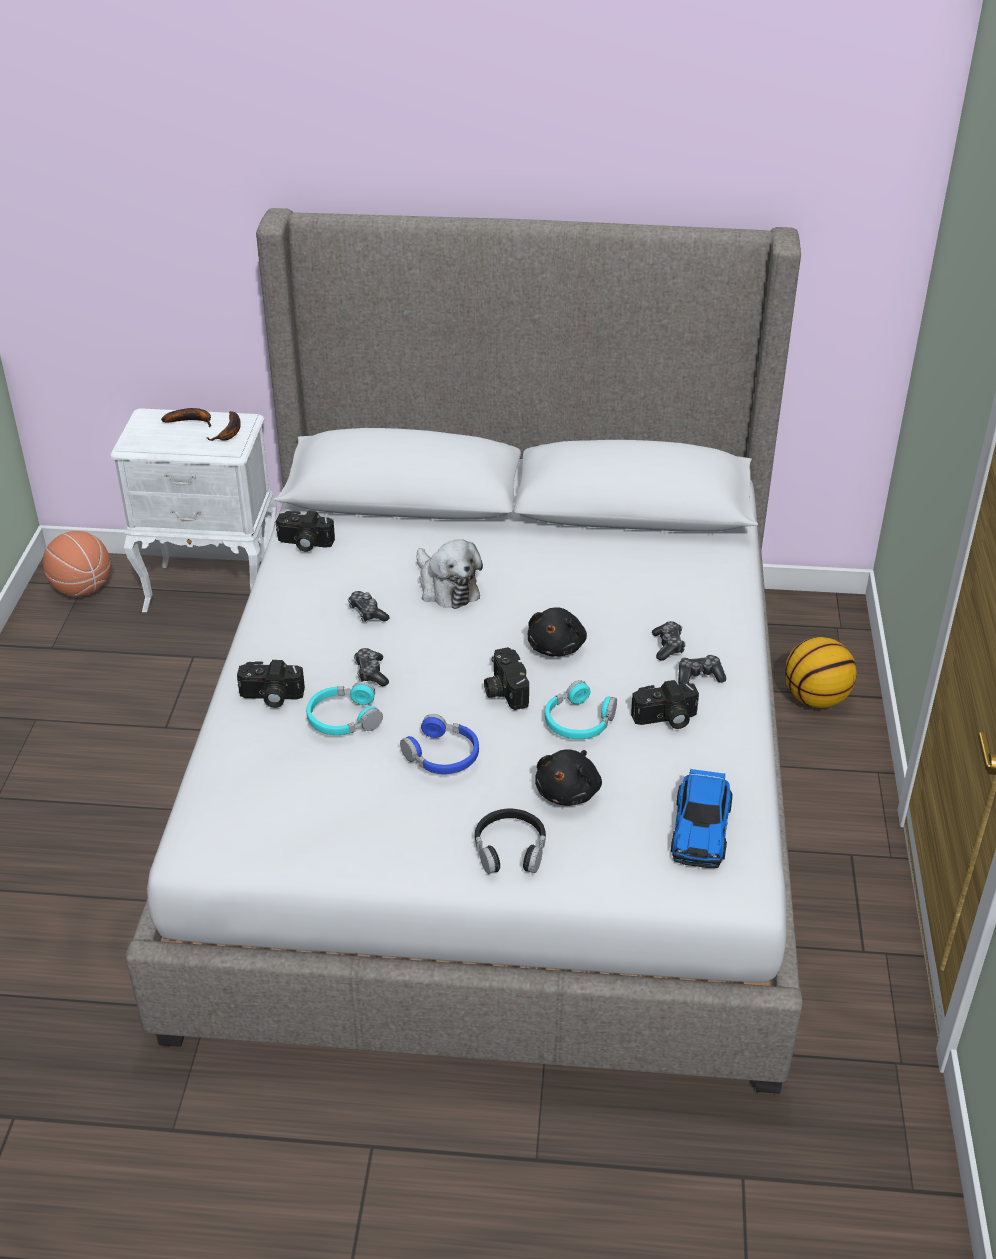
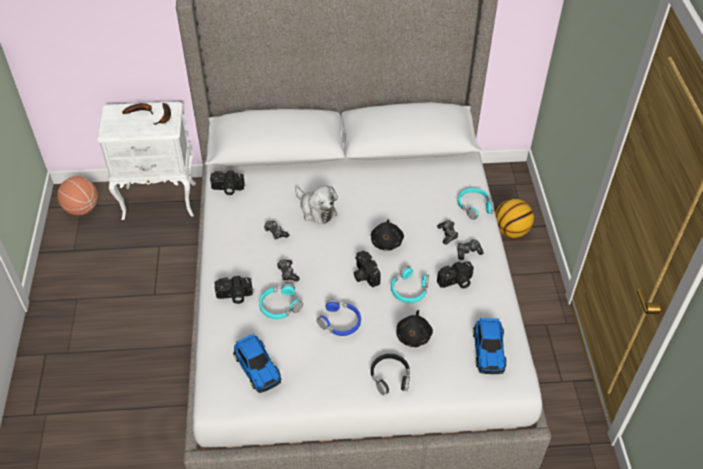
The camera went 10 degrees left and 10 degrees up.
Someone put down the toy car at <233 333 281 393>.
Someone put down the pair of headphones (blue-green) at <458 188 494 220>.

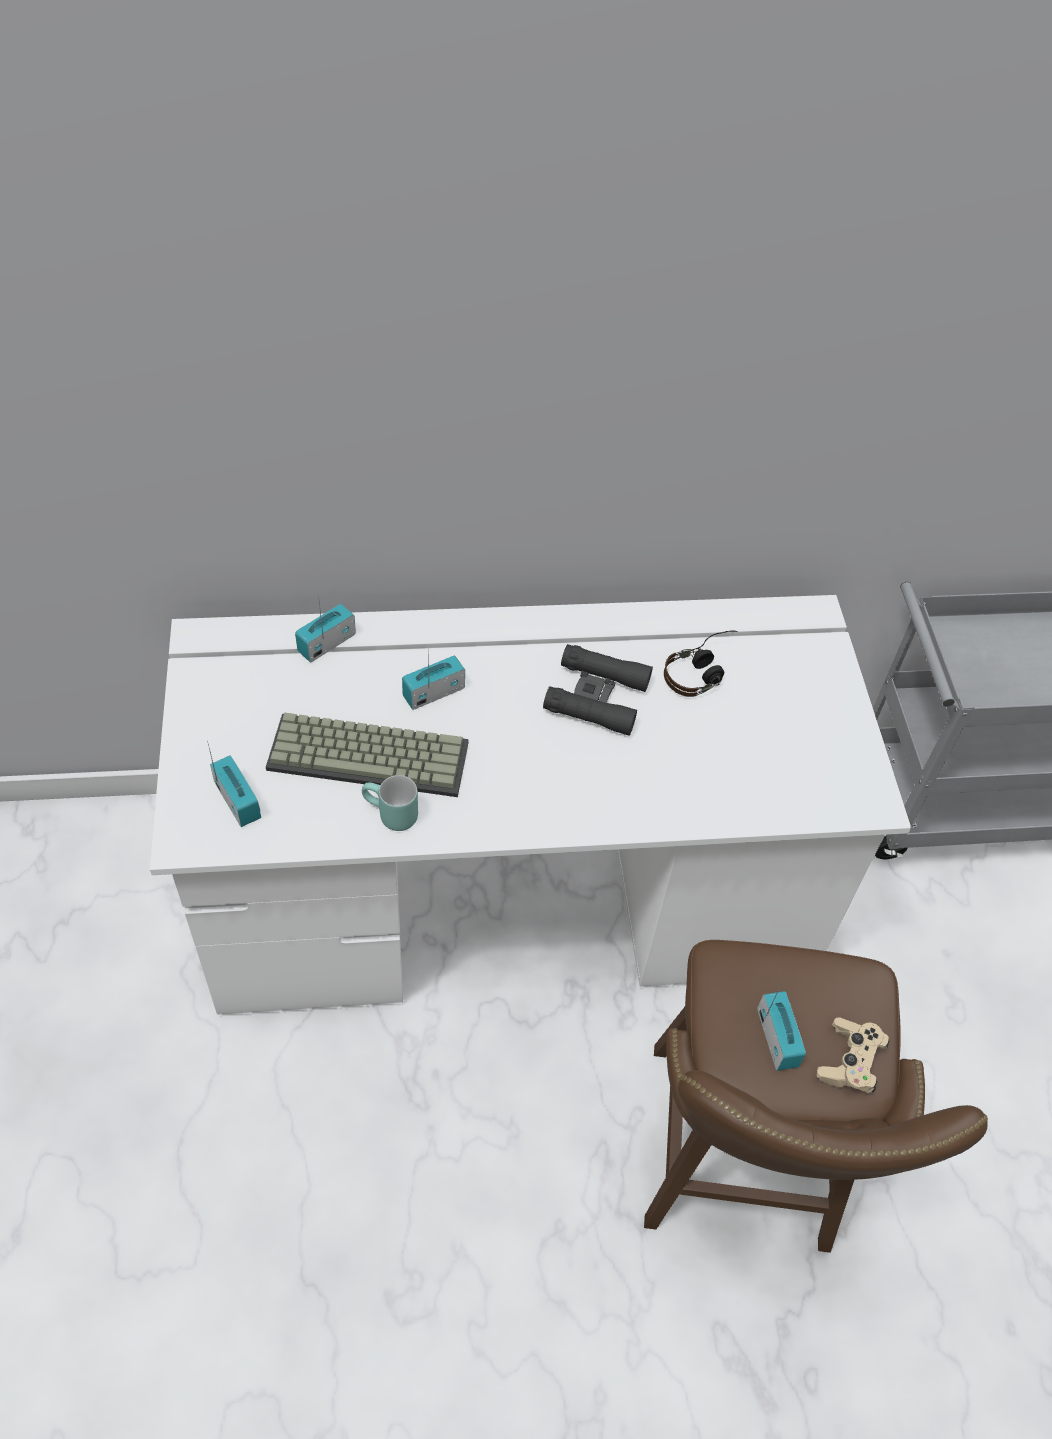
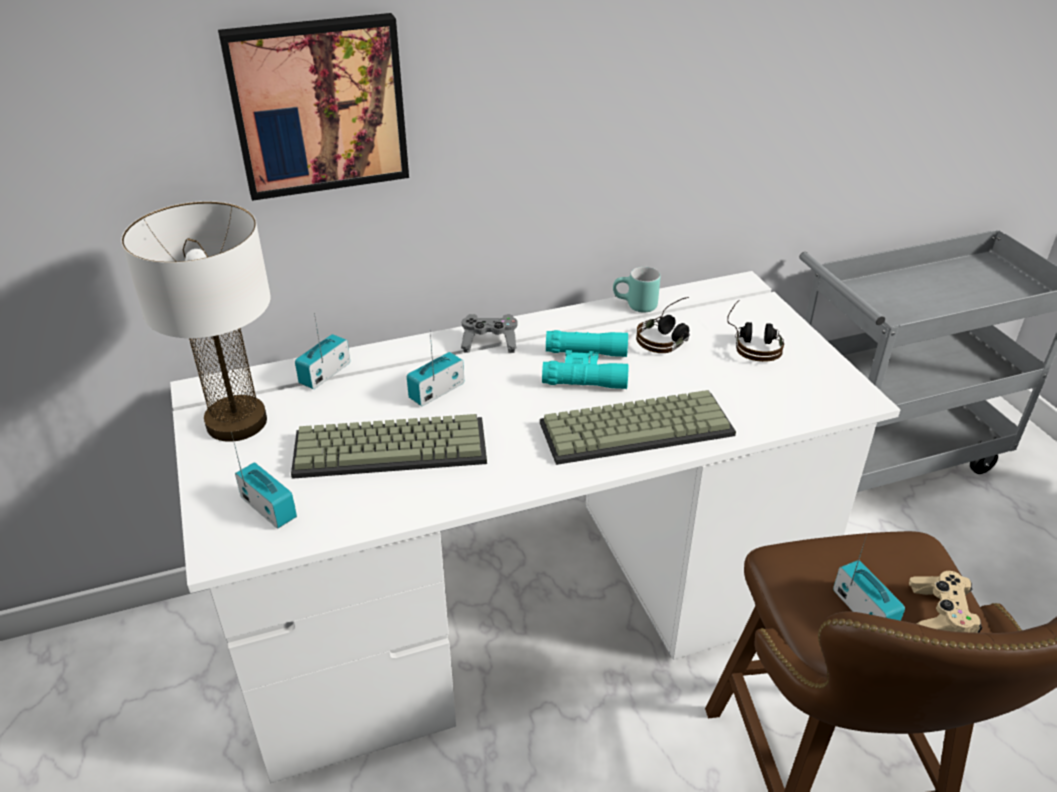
The camera went 10 degrees left and 15 degrees down.
Someone put down the tabletop lamp at <121 201 271 442>.
Someone put up the wall picture at <218 13 409 201>.
Someone put down the joypad (greyish) at <461 314 518 353>.
Someone put down the PC keyboard at <540 390 736 465>.
Someone put down the pair of headphones at <727 300 784 362>.
Someone carried the tea mug (blue-green) from <362 775 418 831> to <613 267 660 313>.
Someone repainted the binoculars (black) at <543 644 653 736>, which became the binoculars (blue-green) at <542 330 628 389>.

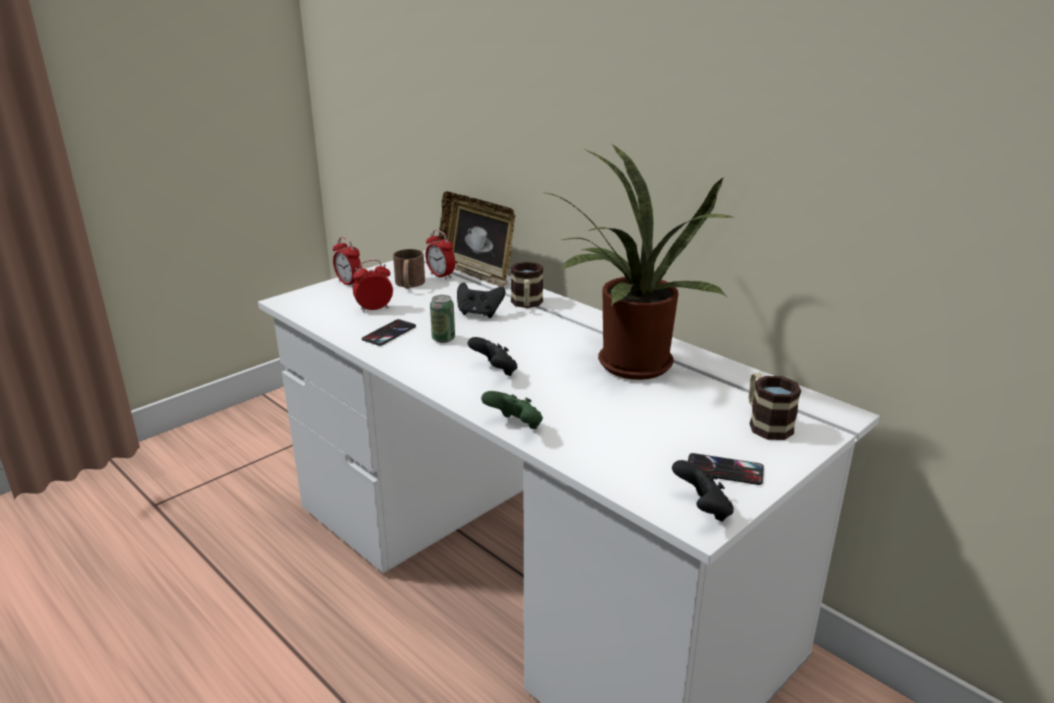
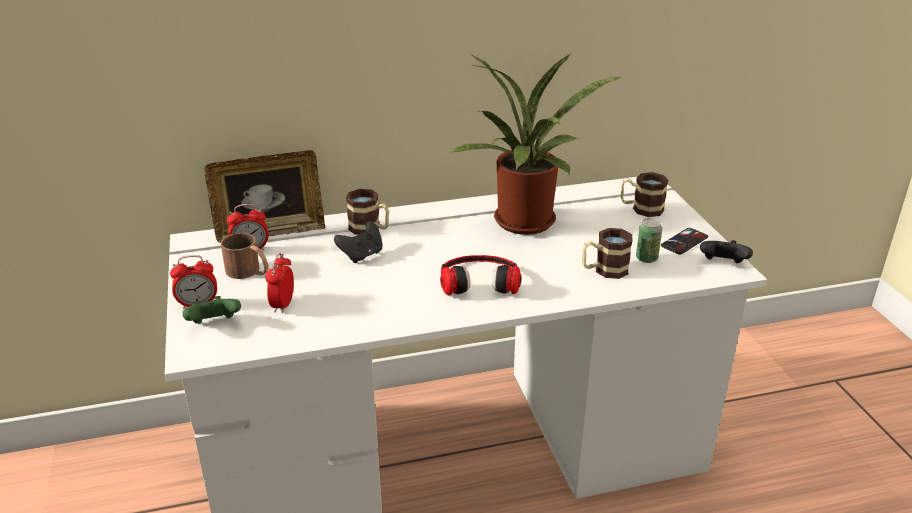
The camera went 60 degrees left and 5 degrees up.
Someone took away the handset at <362 319 416 346>.
Someone put down the tea mug at <583 228 632 279>.
Someone carried the metal can from <430 295 455 343> to <636 218 662 263>.
Someone carried the joypad (green) from <481 391 543 429> to <182 296 241 324>.
Someone swapped the joypad (black) at <468 337 517 376> for the pair of headphones at <440 255 521 295>.

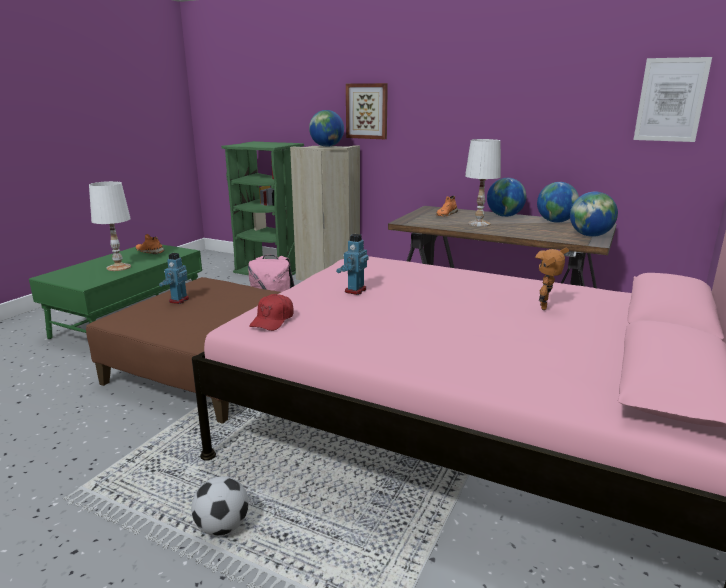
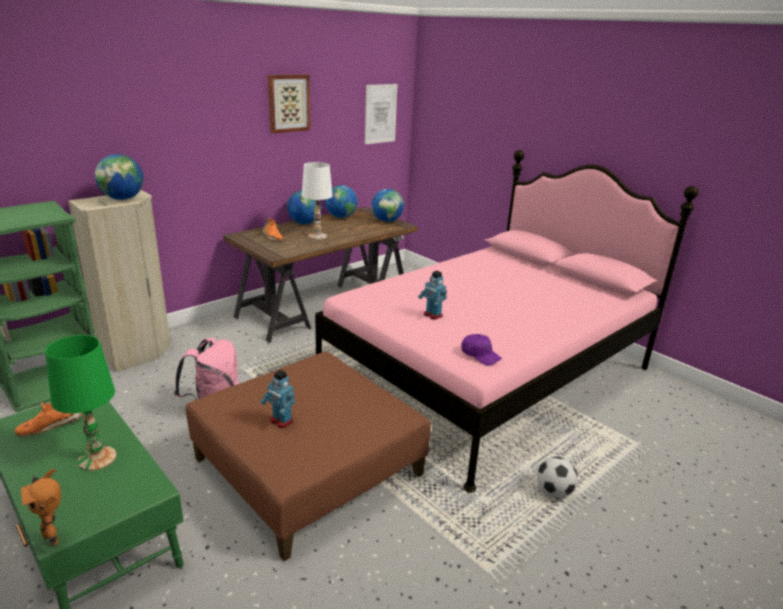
The camera went 70 degrees left and 5 degrees up.
Someone carried the wall picture from <346 83 388 139> to <268 74 311 133>.
Someone carried the model robot from <535 248 569 310> to <20 469 61 546>.
Someone repainted the tabletop lamp (white) at <89 181 131 271>, which became the tabletop lamp (green) at <45 335 117 471>.
Someone repainted the peaked cap (reddish) at <249 294 294 331>, which became the peaked cap (purplish) at <461 334 502 365>.

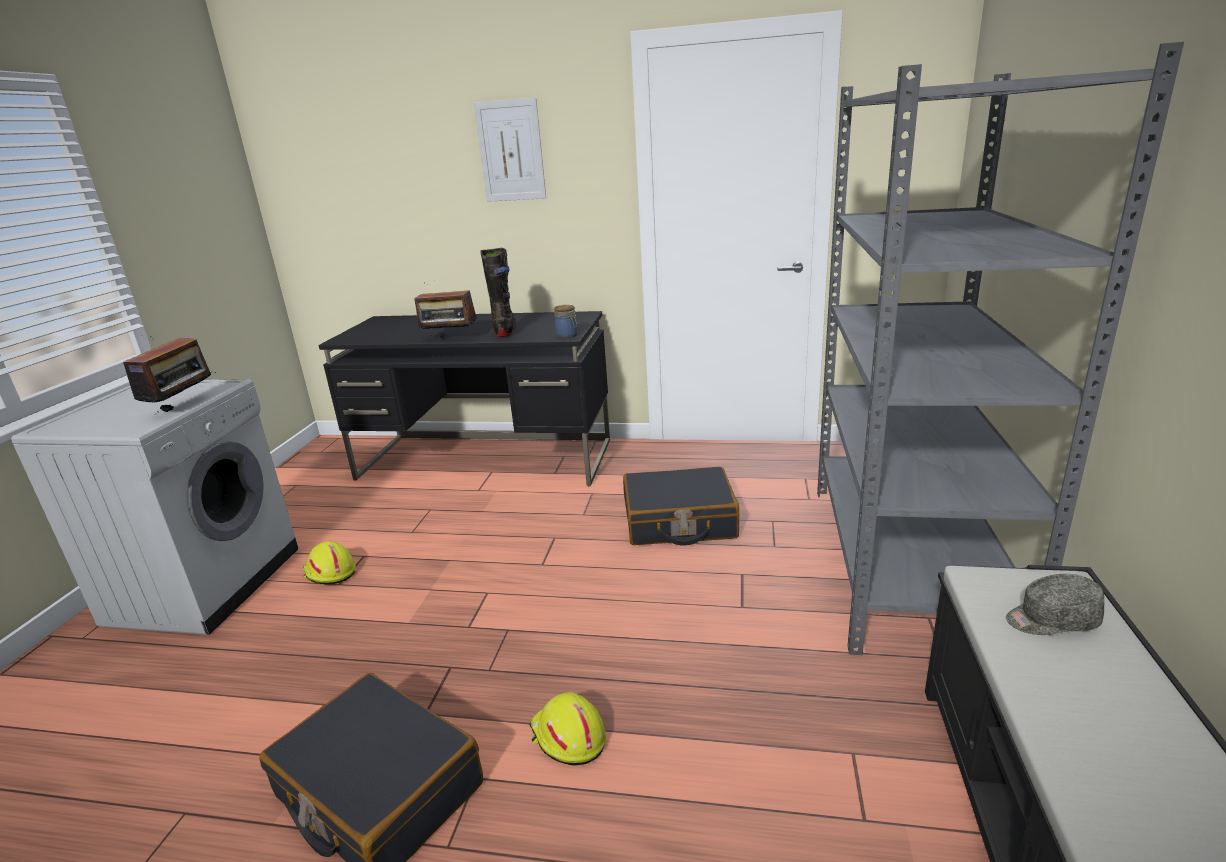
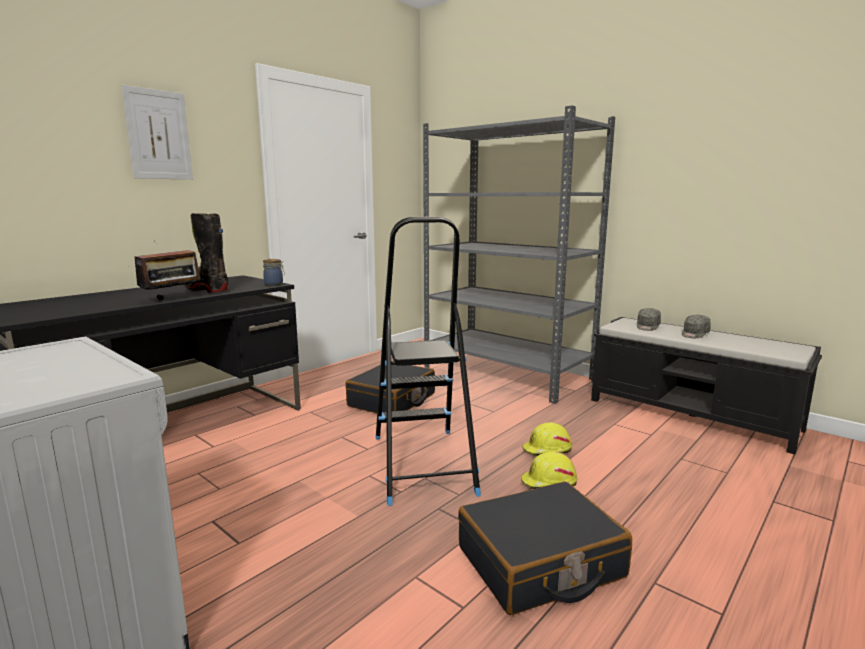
The camera went 60 degrees left and 10 degrees down.
Someone took away the radio receiver at <118 336 216 415>.
Someone put down the step stool (black) at <376 217 481 506>.
Someone put down the peaked cap (greyish) at <682 315 711 338>.
Someone carried the safety helmet (yellow) from <303 541 356 585> to <522 422 572 457>.

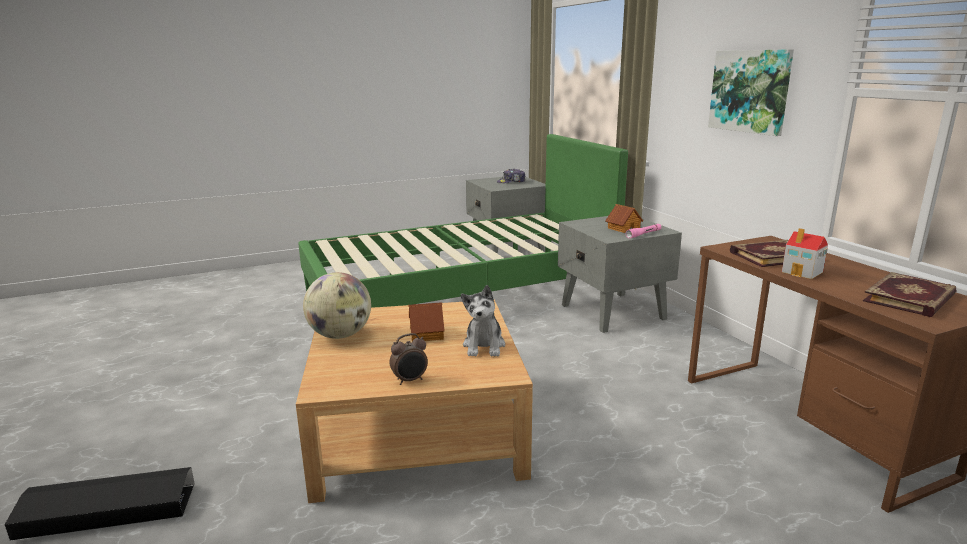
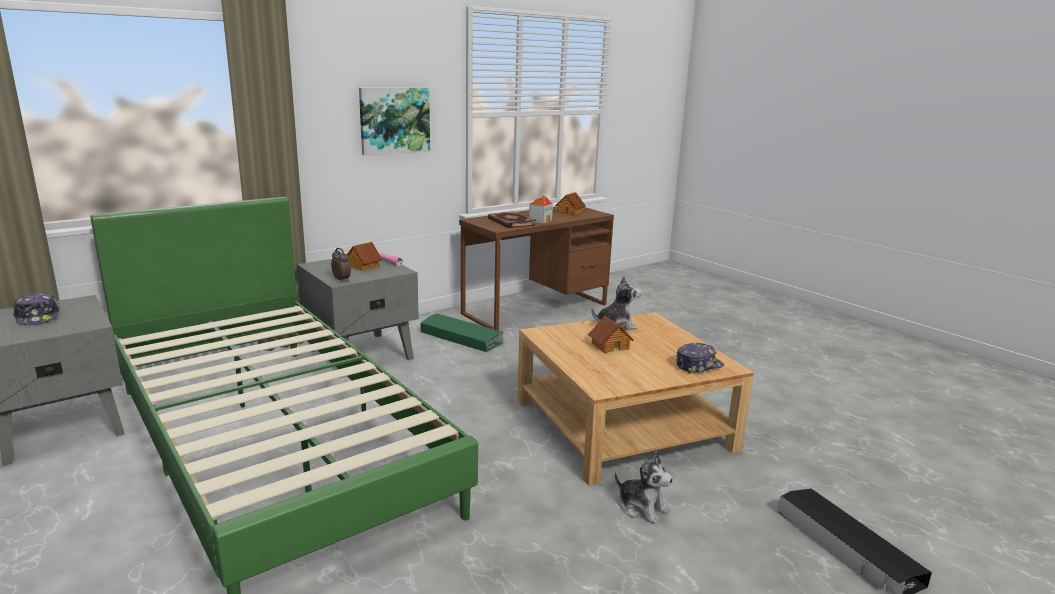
The camera went 105 degrees left and 0 degrees up.
Someone took away the world globe at <303 272 371 339>.
Someone put down the storage box (green) at <420 313 503 352>.
Someone put down the plush toy at <615 451 673 524>.
Someone put down the peaked cap at <676 343 724 374>.
Someone carried the table clock from <390 333 428 385> to <331 248 351 282>.
Someone swapped the book at <863 272 957 317> for the miniature house at <555 192 586 215>.

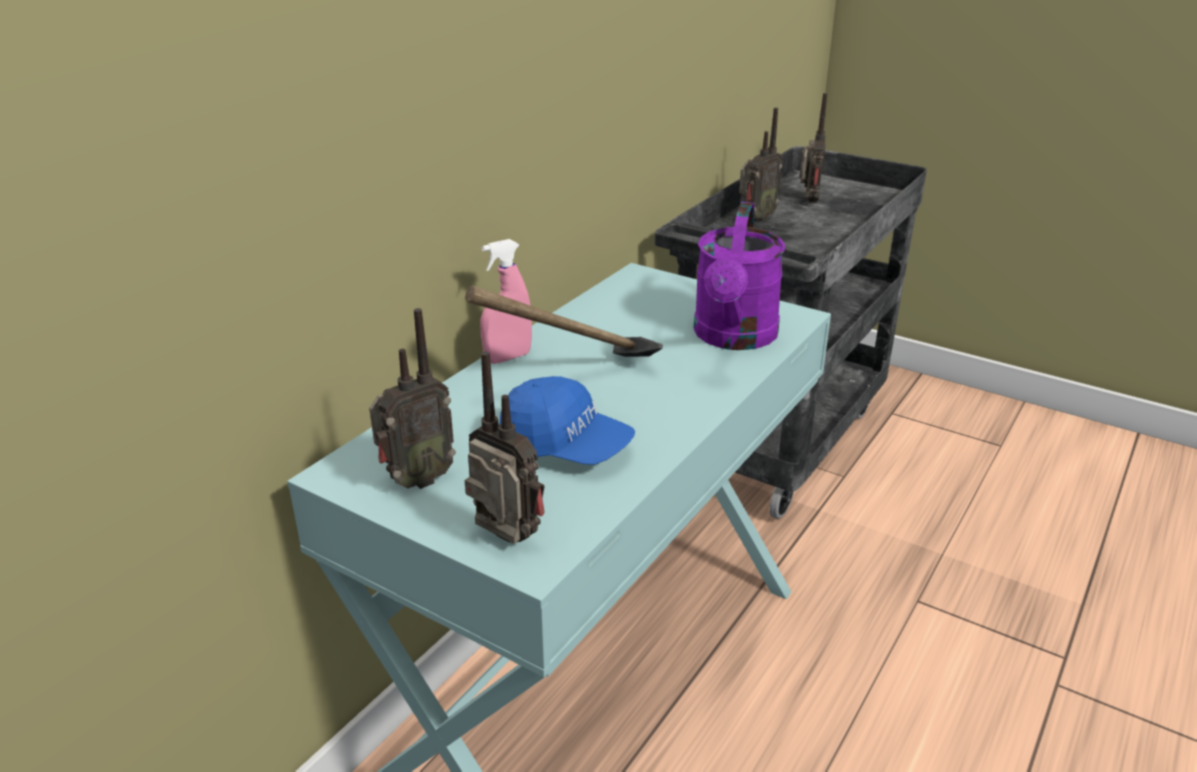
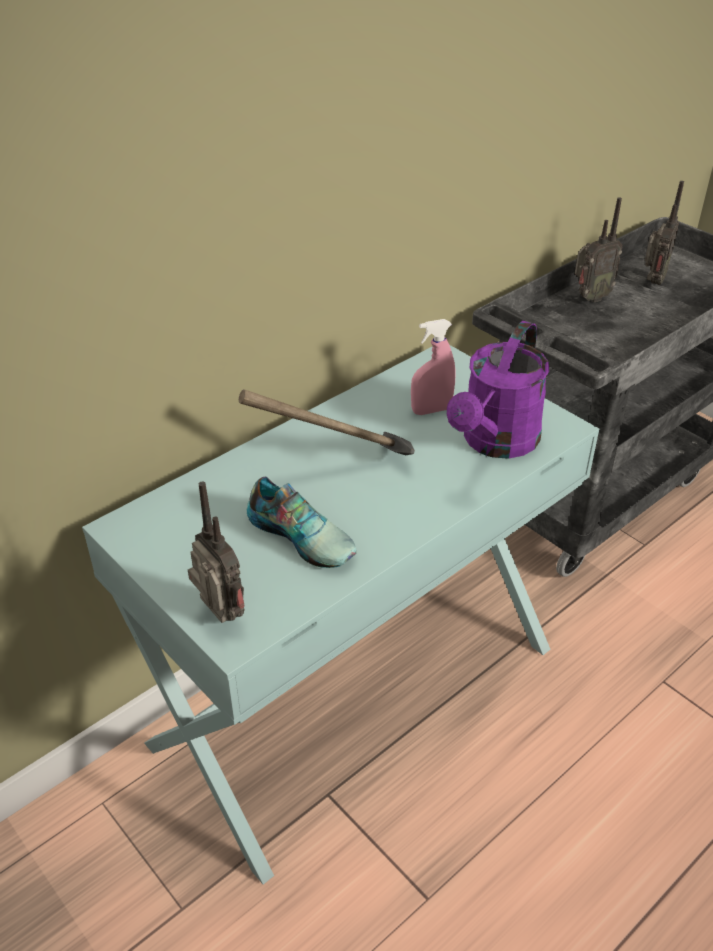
The camera went 15 degrees right and 10 degrees up.
Someone took away the radio receiver at <369 308 456 489>.
Someone carried the sprayer (pink) from <480 239 532 364> to <411 319 456 415>.
Someone swapped the peaked cap (bluish) at <500 376 635 465> for the item of footwear at <247 477 356 568>.

